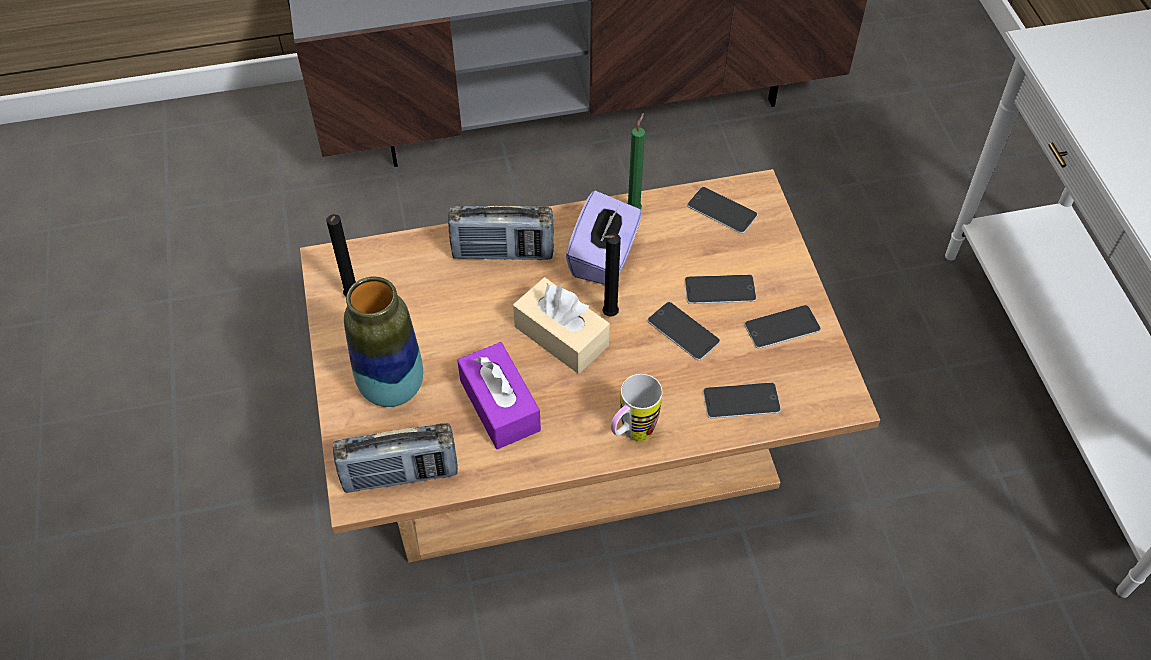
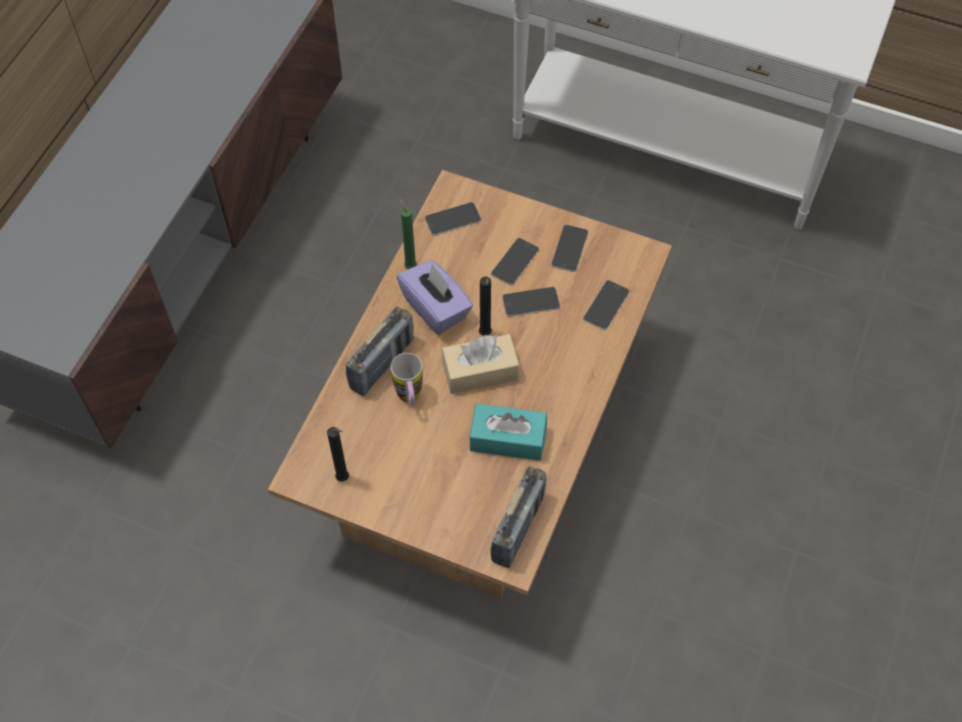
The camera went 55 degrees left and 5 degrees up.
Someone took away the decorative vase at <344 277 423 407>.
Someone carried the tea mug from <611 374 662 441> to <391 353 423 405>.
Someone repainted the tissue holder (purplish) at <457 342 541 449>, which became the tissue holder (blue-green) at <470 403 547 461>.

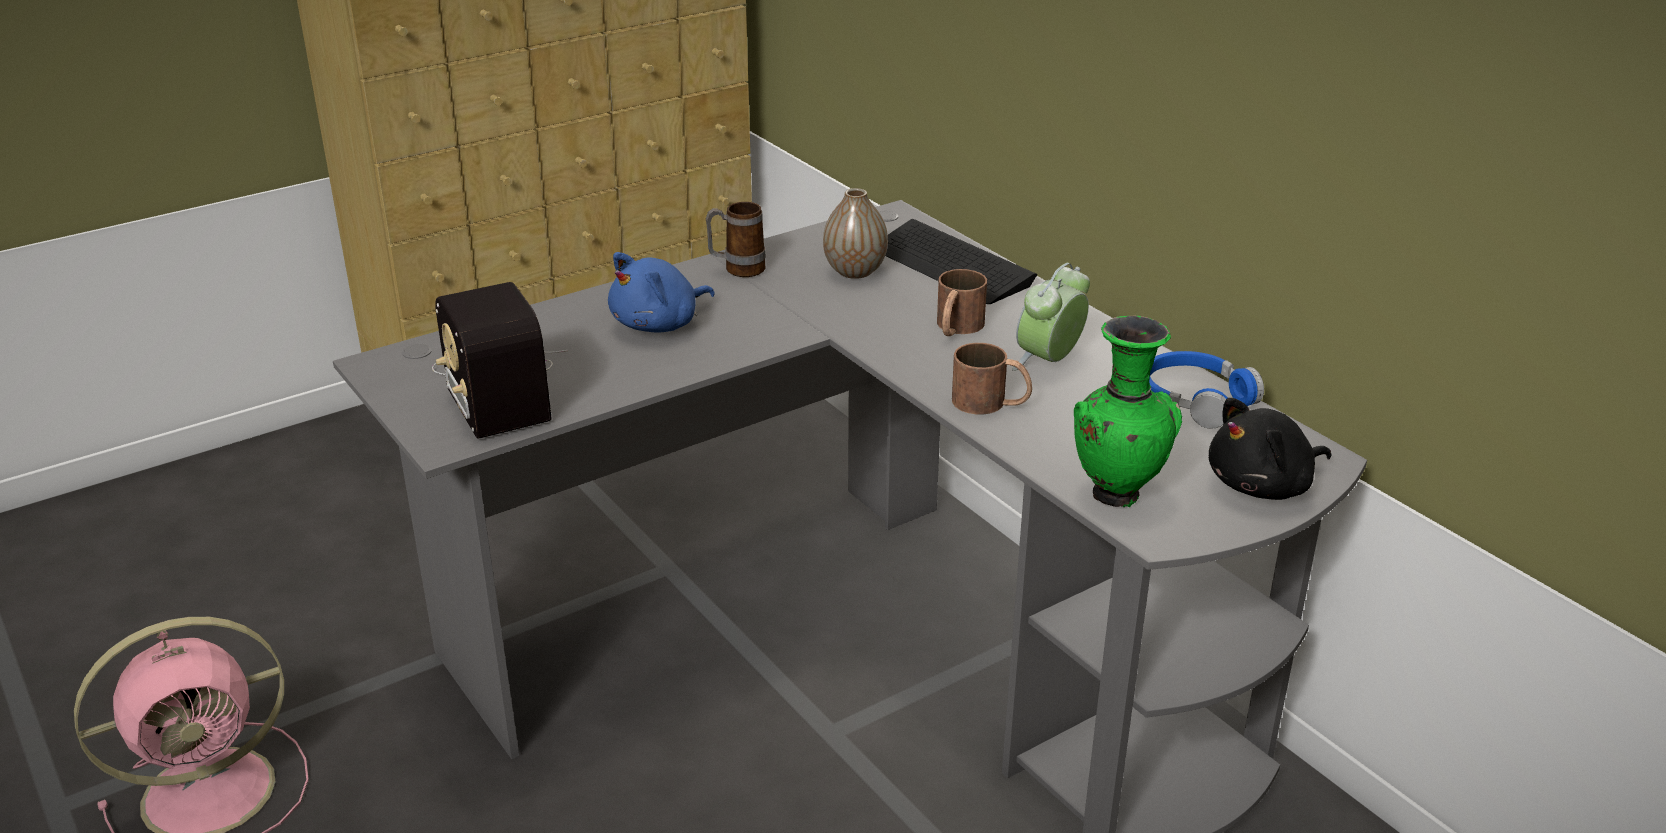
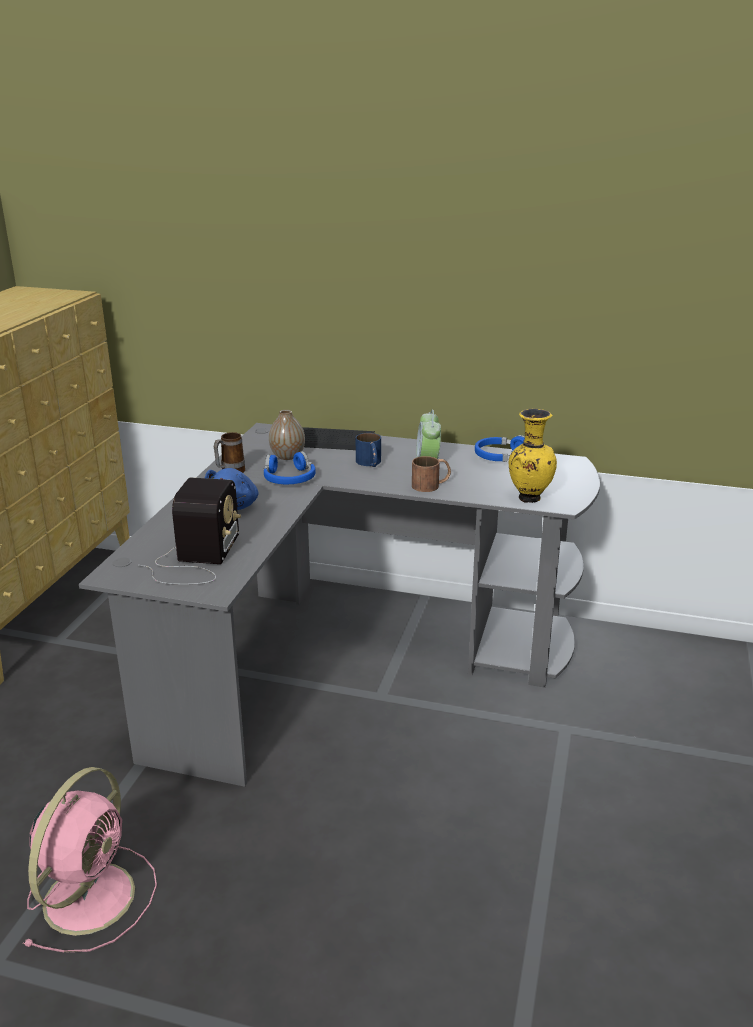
The camera went 40 degrees left and 5 degrees down.
Someone took away the plush toy (black) at <1209 398 1332 500>.
Someone put down the pair of headphones (bluish) at <264 451 316 484>.
Someone repainted the tea mug (brownish) at <937 269 987 336>, which became the tea mug (bluish) at <356 433 381 467>.
Someone repainted the decorative vase (green) at <1074 316 1182 507>, which became the decorative vase (yellow) at <509 409 557 503>.
Someone rotated the radio receiver at <432 282 568 439> by 105 degrees counterclockwise.

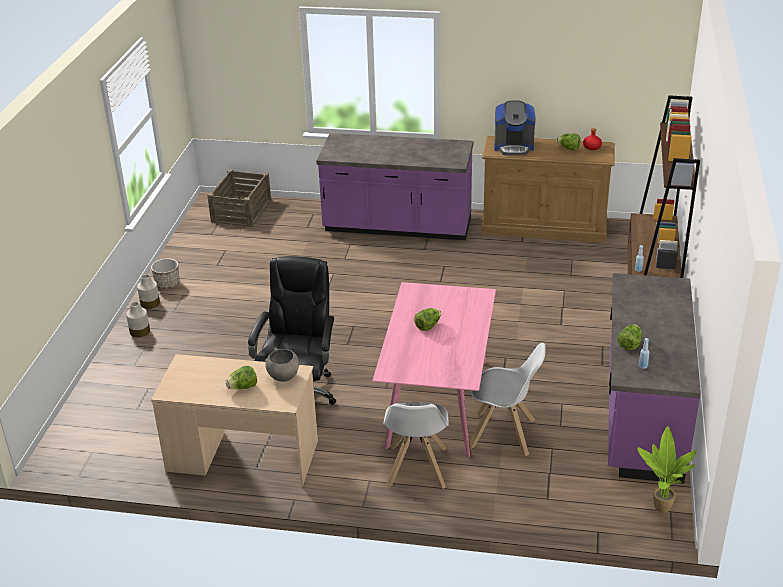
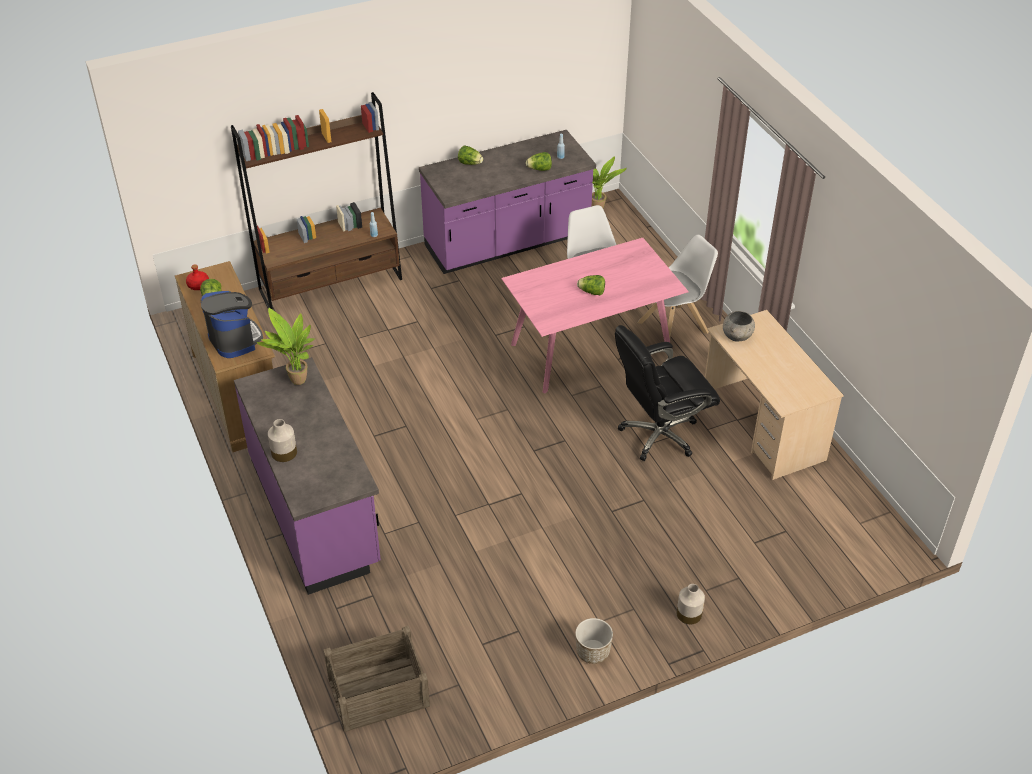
The camera went 125 degrees left and 10 degrees up.
Someone put down the plant in a pot at <257 308 315 385>.
Someone carried the decorative vase (sand-coloured) from <137 274 160 309> to <268 419 297 462>.
Someone carried the lettuce from <225 366 257 389> to <458 145 483 165>.

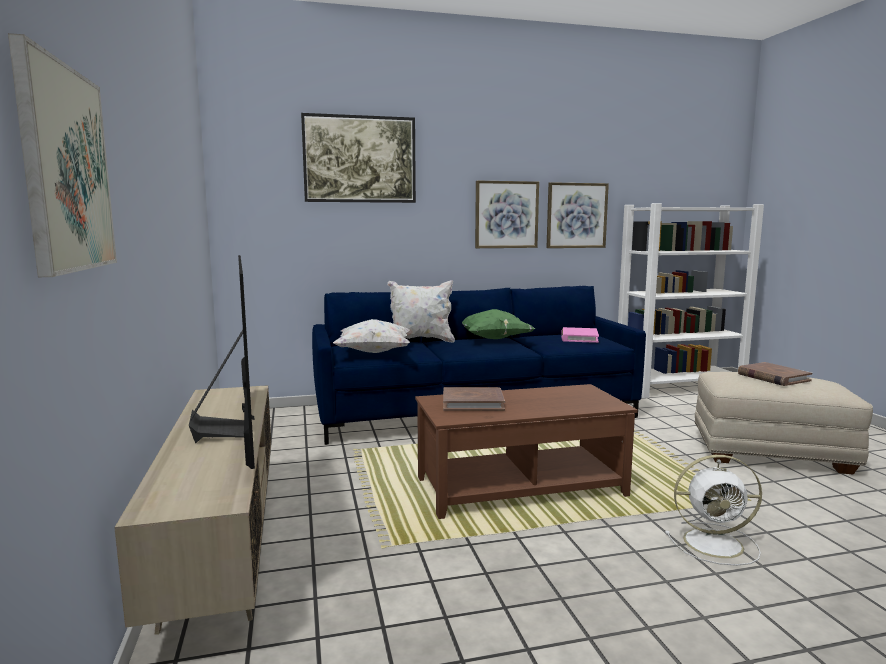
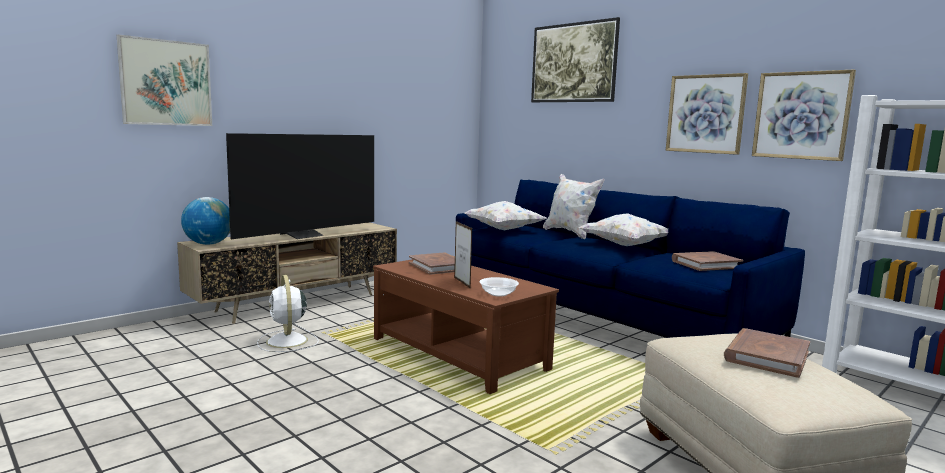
The camera went 60 degrees right and 0 degrees up.
Someone put down the world globe at <181 197 230 245>.
Someone put down the standing frame at <454 221 472 289>.
Someone put down the deep dish at <480 277 519 297>.
Someone carried the electric fan (white) from <665 455 762 566> to <257 275 319 352>.
Someone repainted the throw pillow (green) at <462 309 535 339>, which became the throw pillow (white) at <579 213 668 246>.
Someone repainted the book (pink) at <561 327 599 343>, which became the book (brownish) at <672 251 743 271>.

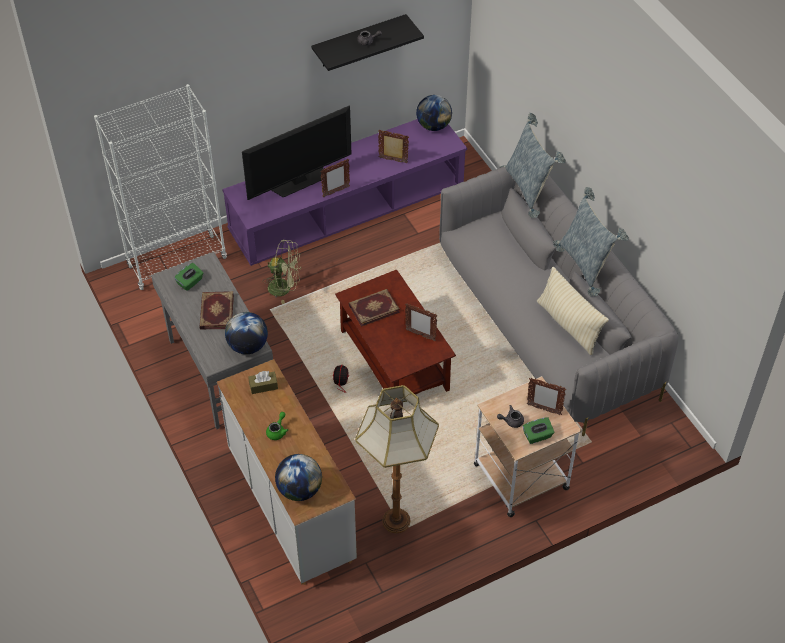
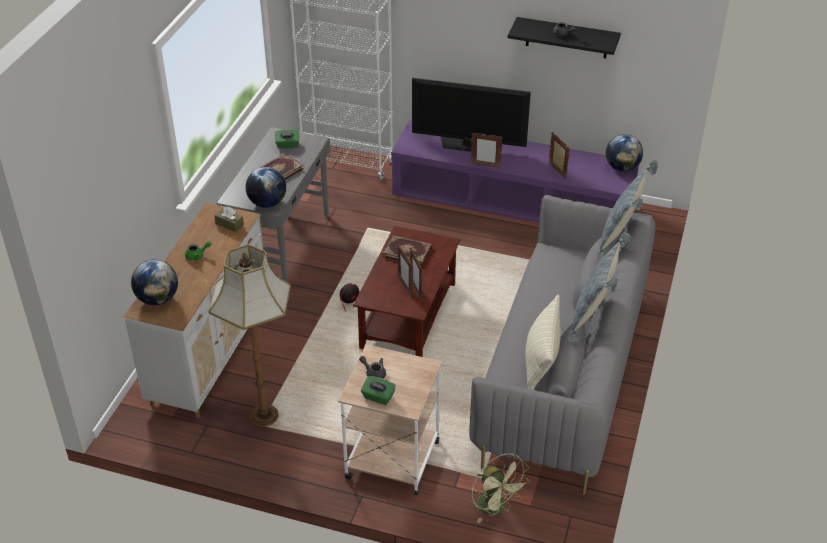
The camera went 45 degrees right and 10 degrees down.
Someone carried the electric fan (green) from <263 239 301 304> to <472 453 530 523>.
Someone carried the standing frame from <527 378 566 415> to <397 245 412 297>.

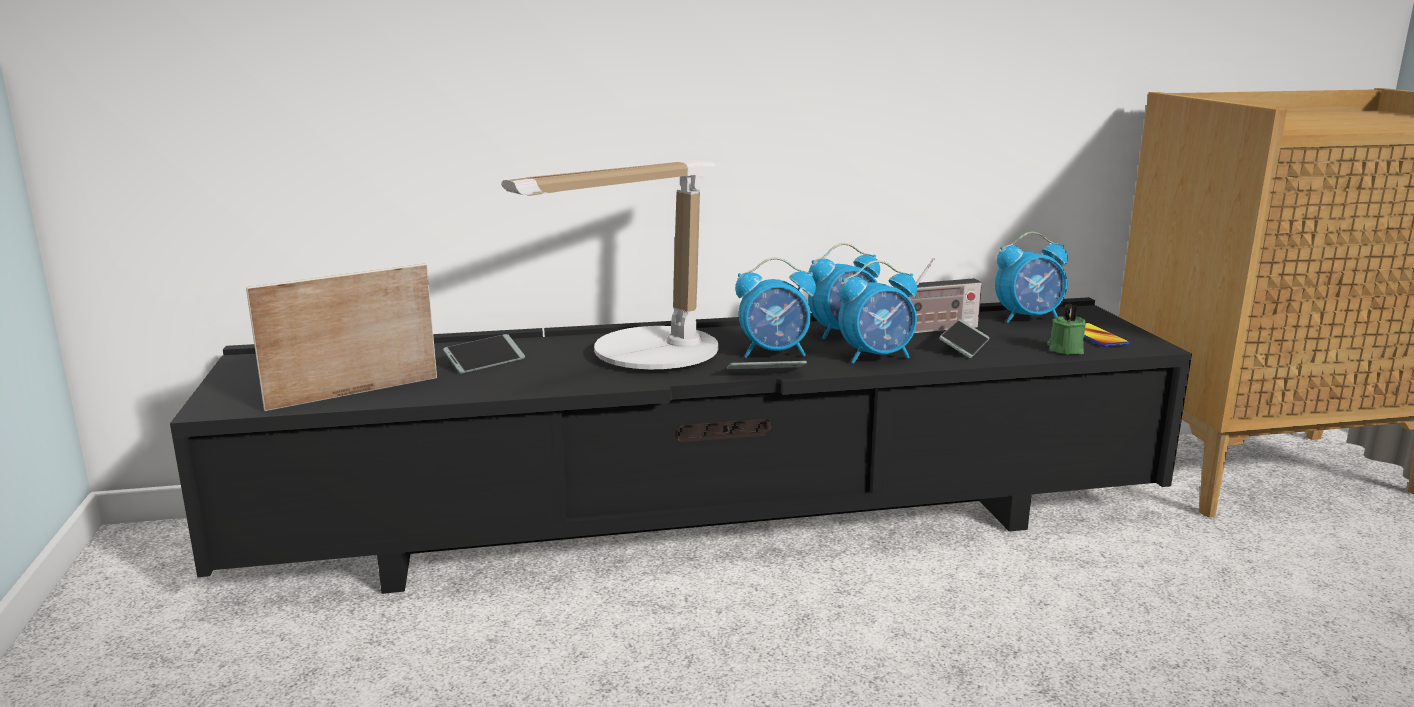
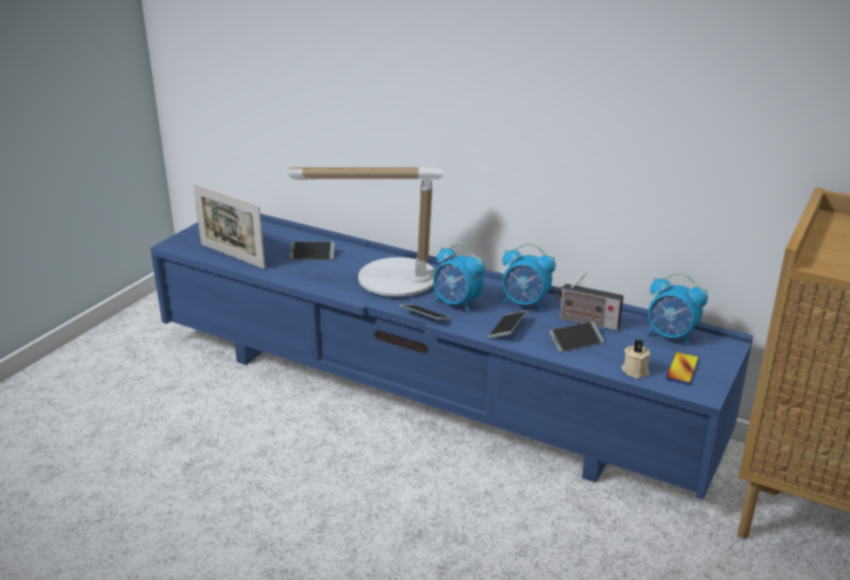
The camera went 40 degrees right and 10 degrees up.
Someone swapped the table clock at <838 260 917 363> for the handset at <488 310 527 338>.
Someone repainted the media console (black) at <170 297 1192 594>, which became the media console (bluish) at <150 214 753 500>.
Someone repainted the candle (green) at <1047 304 1086 355>, which became the candle (sand-coloured) at <622 339 650 379>.
Someone rotated the standing frame at <246 263 437 411> by 150 degrees counterclockwise.

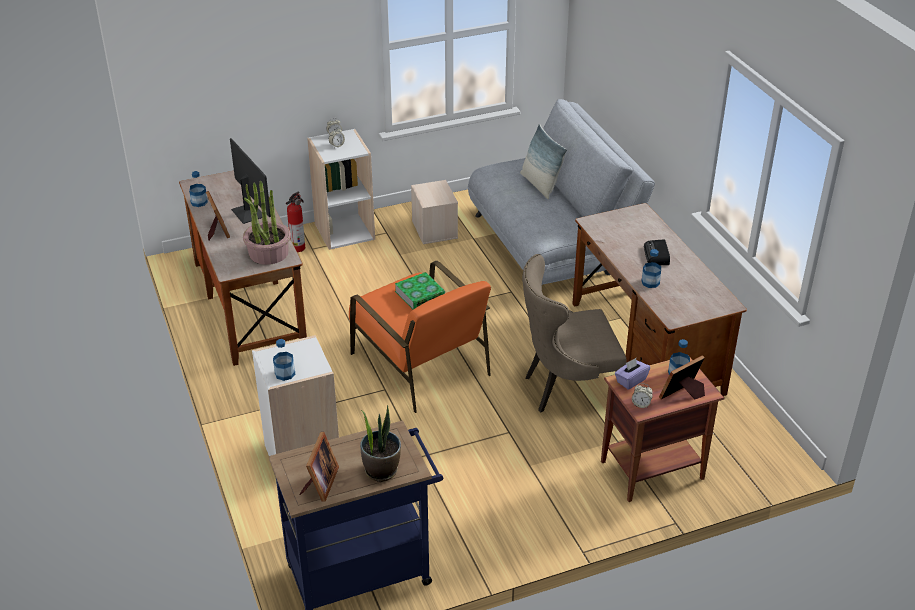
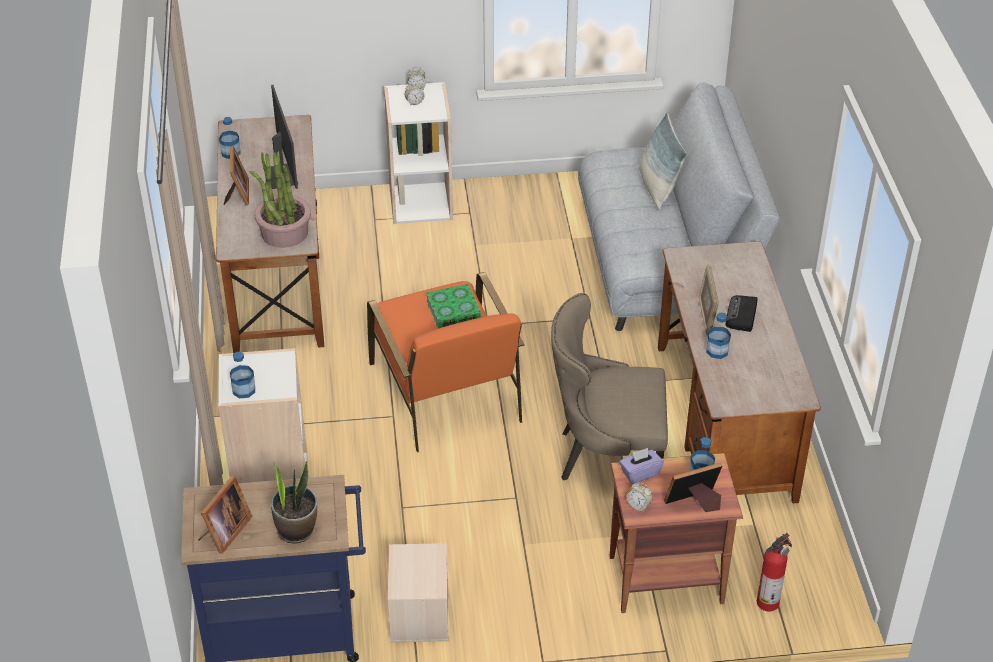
The camera went 15 degrees right and 5 degrees up.
Someone put down the standing frame at <699 264 719 337>.
Someone carried the fire extinguisher from <286 191 305 252> to <757 533 792 611>.
Someone carried the storage box (sand-coloured) from <411 180 458 244> to <388 543 448 642>.

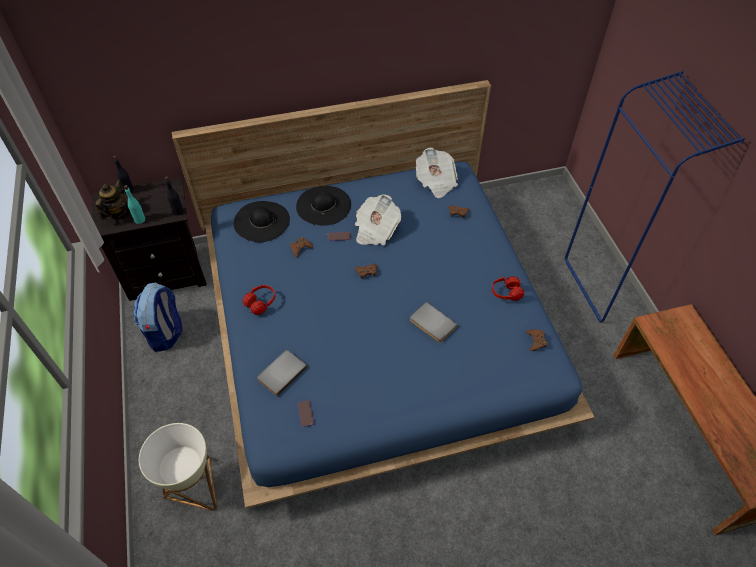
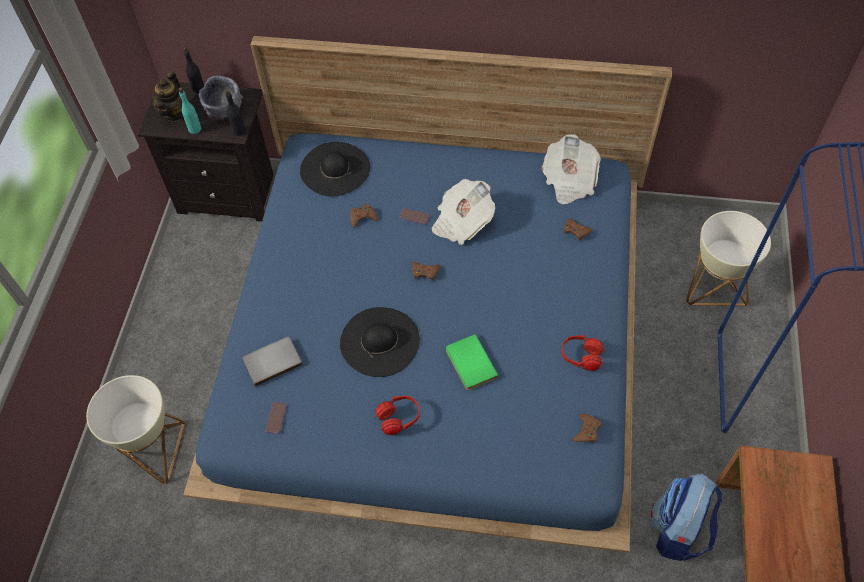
The camera went 25 degrees right and 5 degrees up.
Someone put down the deep dish (greyish) at <199 75 243 120>.
Someone put down the plant pot at <686 211 771 306>.
Someone carried the knapsack from <133 282 182 352> to <651 474 722 561>.
Someone carried the pair of headphones (reddish) from <243 285 275 315> to <374 396 420 435>.
Someone carried the clothing hat (black) from <296 186 351 226> to <340 307 420 377>.
Someone repainted the book (greyish) at <410 302 457 343>, which became the book (green) at <446 334 498 390>.
Someone rotated the pot for tea at <96 179 127 220> by 150 degrees clockwise.

